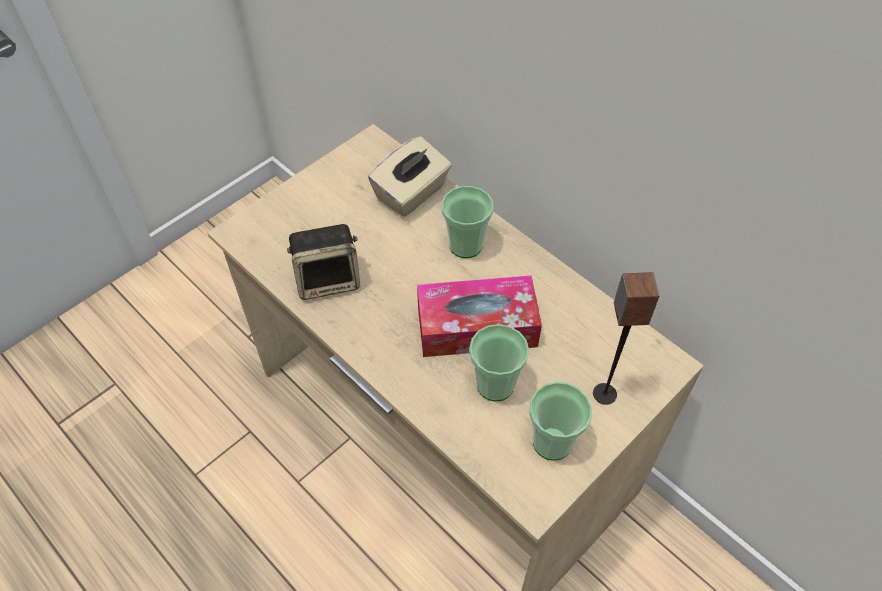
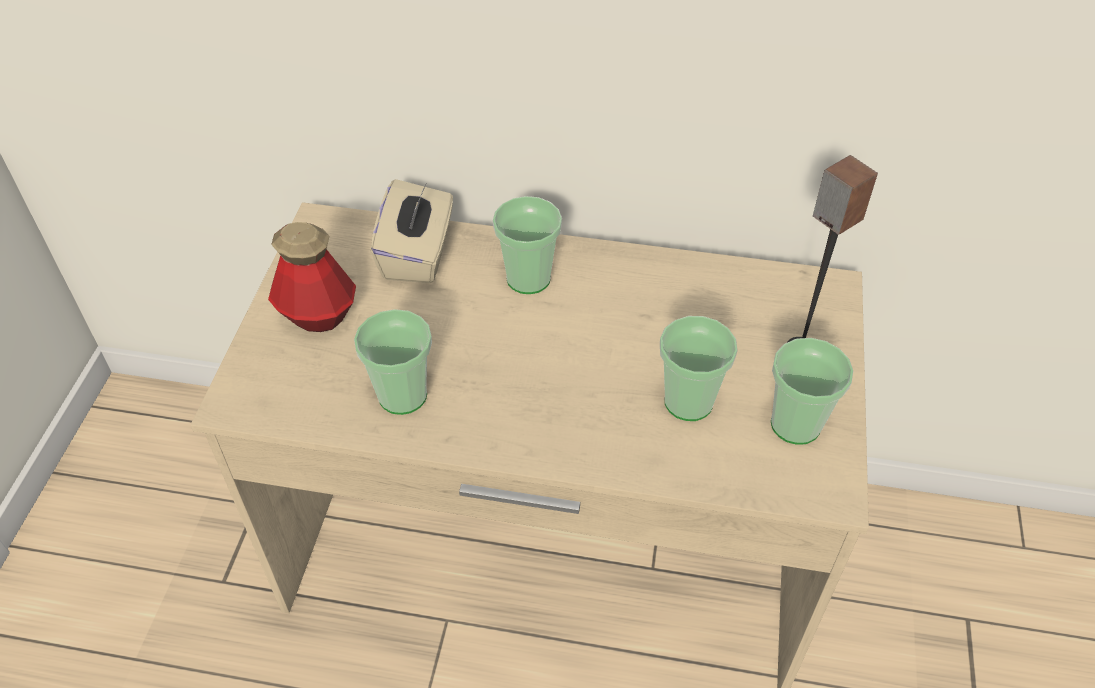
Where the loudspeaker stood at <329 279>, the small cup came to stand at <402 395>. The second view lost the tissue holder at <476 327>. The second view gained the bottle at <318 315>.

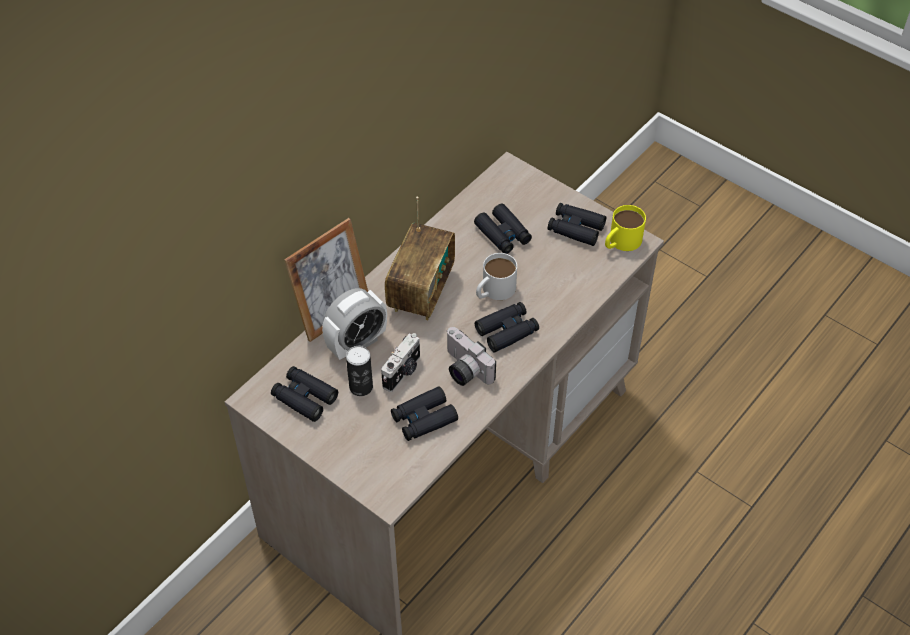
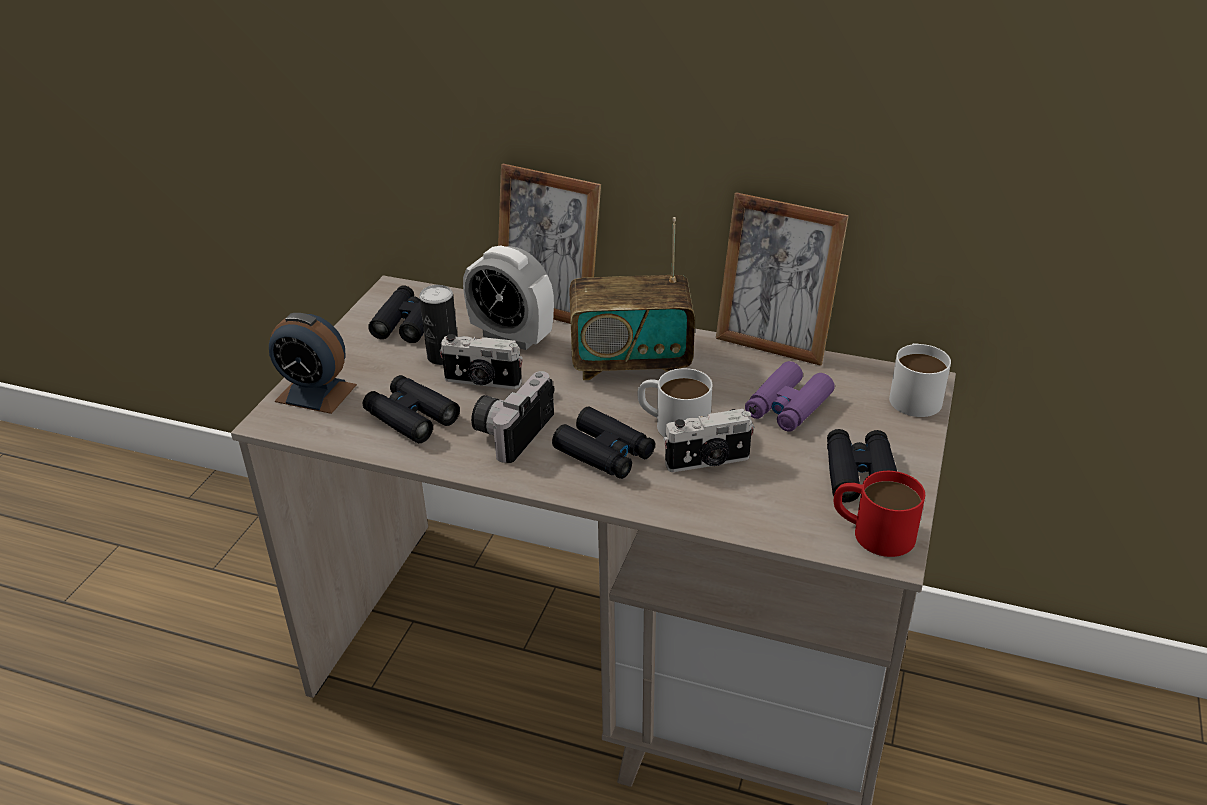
What was the black-coloured field glasses at <503 234> turned into the purple-coloured field glasses at <787 406>. What was the yellow-coloured mug at <620 242> turned into the red-coloured mug at <872 531>. The second view gained the bedside clock at <316 393>. The second view gained the photo camera at <708 462>. The second view gained the picture frame at <773 344>. The second view gained the white mug at <914 394>.

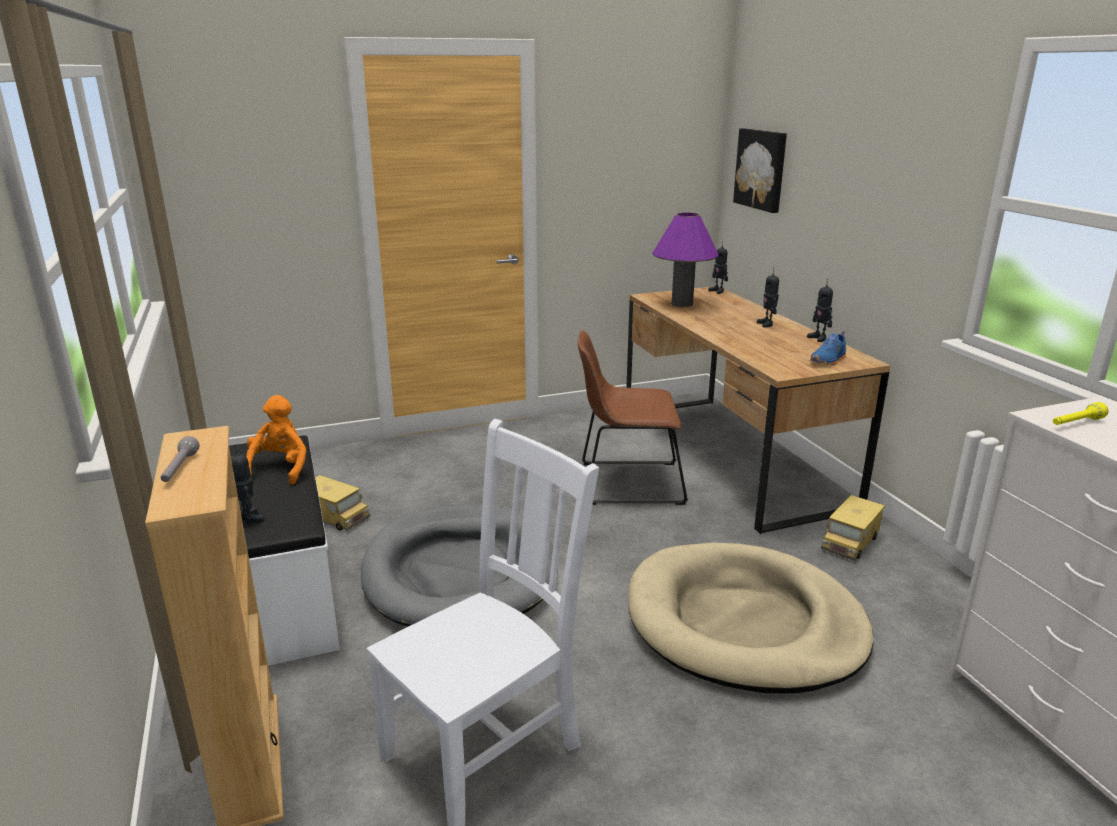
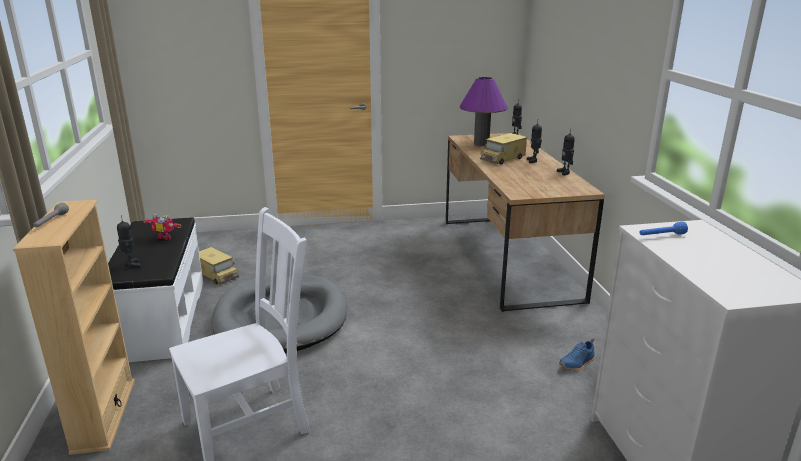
Where the orange-coloured plush toy stood at <280 469>, the model robot came to stand at <166 237>. The second view lost the brown-coloured upright chair at <626 483>. The second view lost the beige dog cushion at <744 623>. The second view lost the picture at <762 169>. The blue shoe ended up elsewhere, having gone from <829 360> to <577 363>. The toy truck ended up elsewhere, having gone from <850 542> to <503 159>. What was the yellow-coloured hand torch at <1076 423> turned into the blue hand torch at <661 236>.

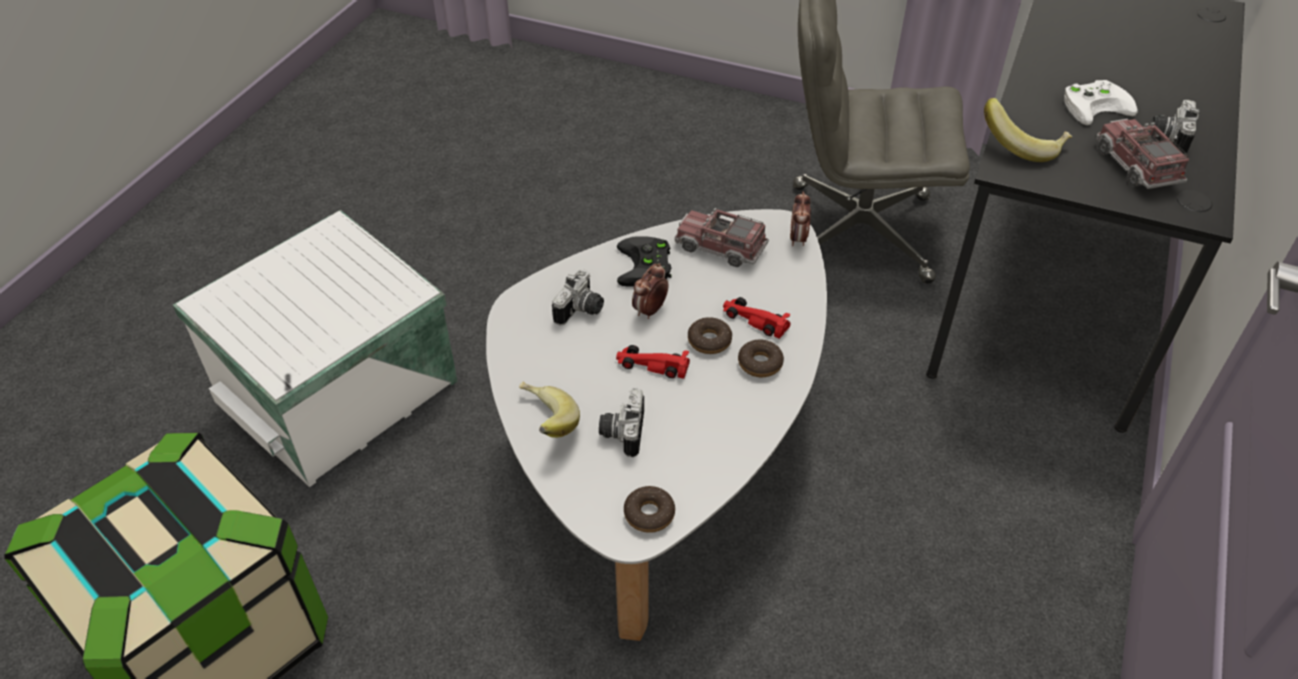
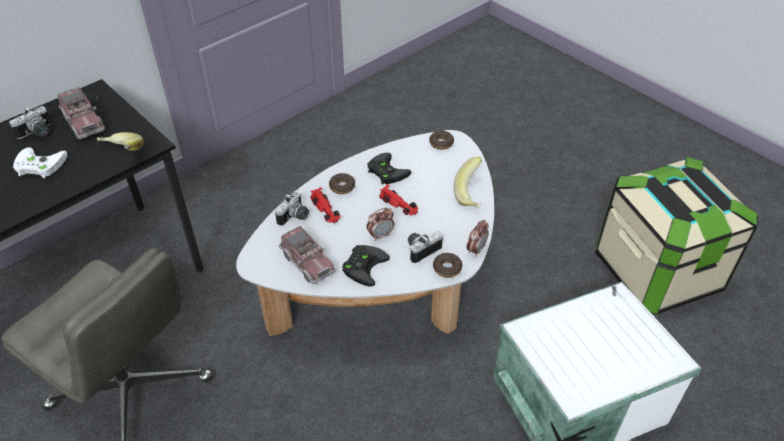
The photo camera ended up elsewhere, having gone from <621 432> to <295 217>. The donut ended up elsewhere, having gone from <709 341> to <447 268>. The bedside clock ended up elsewhere, having gone from <798 239> to <476 249>. The toy truck at <1136 166> ended up facing another way, 45 degrees counterclockwise from before. The second view gained the black-coloured game controller at <385 171>.

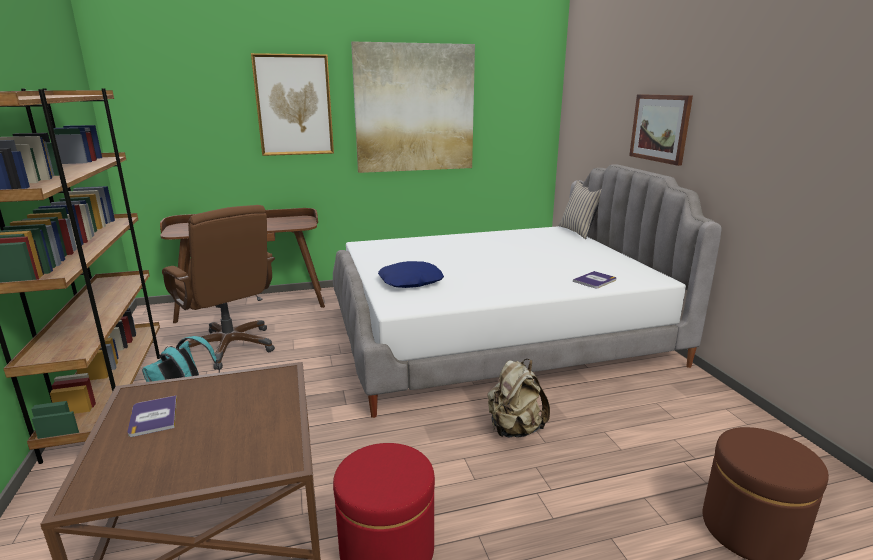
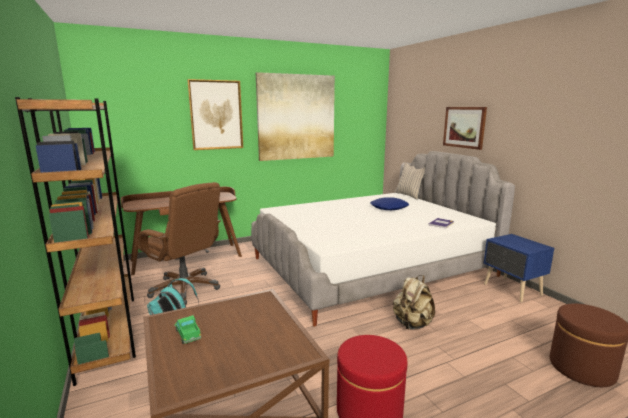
Where the bound book stood at <153 417>, the toy truck came to stand at <188 334>. The blue throw pillow ended up elsewhere, having gone from <410 281> to <389 208>. The second view gained the blue nightstand at <512 290>.

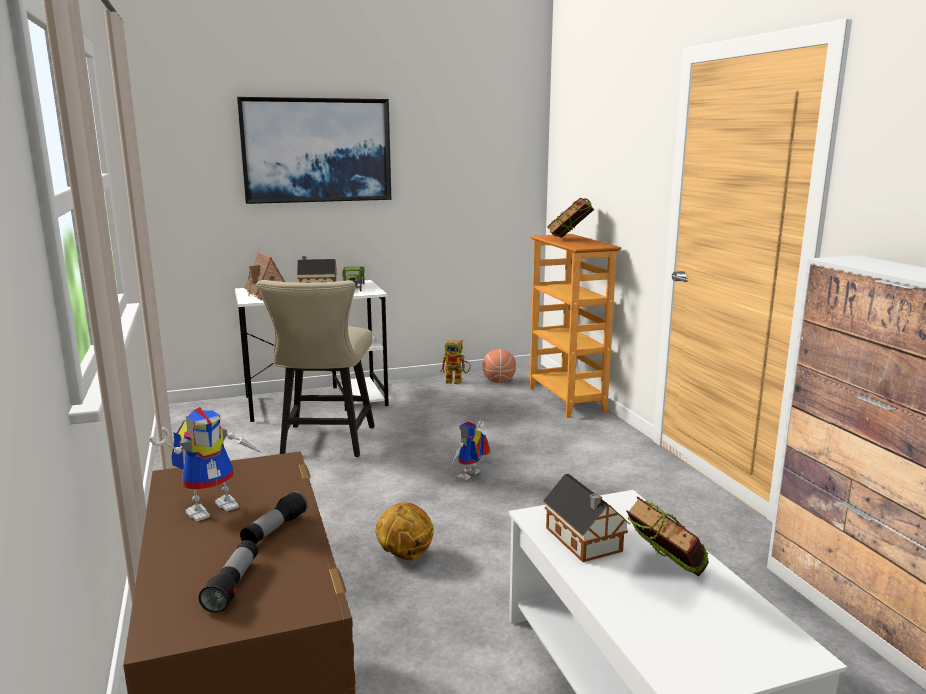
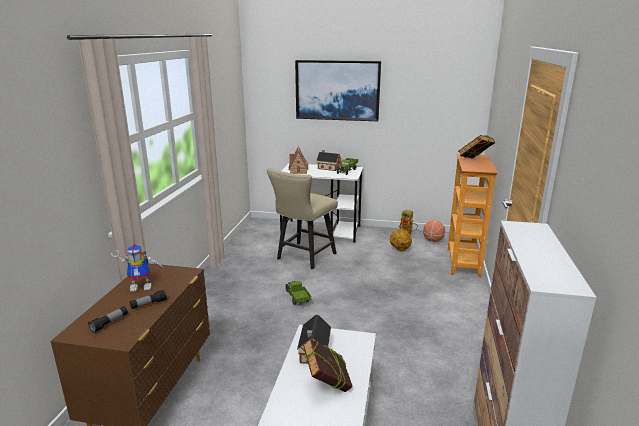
The ball for basketball ended up elsewhere, having gone from <404 555> to <400 249>. The second view lost the model robot at <470 477>. The second view gained the toy truck at <297 298>.

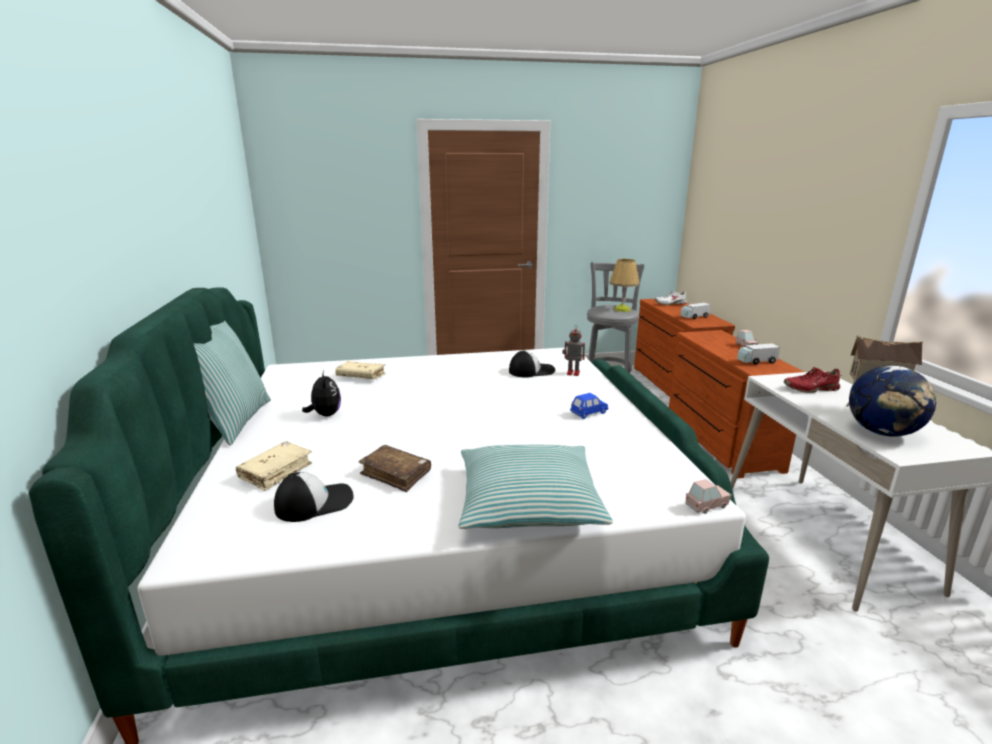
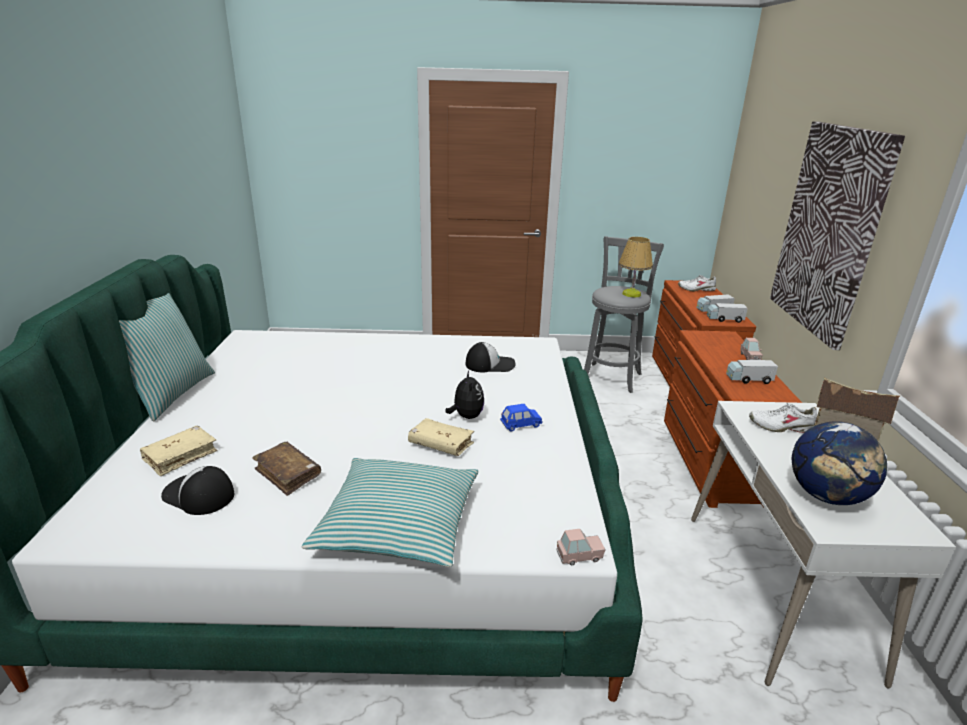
The baseball cap at <315 502> ended up facing another way, 135 degrees counterclockwise from before. The plush toy ended up elsewhere, having gone from <325 415> to <466 416>. The beige bound book ended up elsewhere, having gone from <361 376> to <441 444>. The second view lost the model robot at <572 373>. What was the red-coloured shoe at <810 389> turned into the white shoe at <781 426>. The second view gained the toy truck at <724 319>. The second view gained the picture at <829 231>.

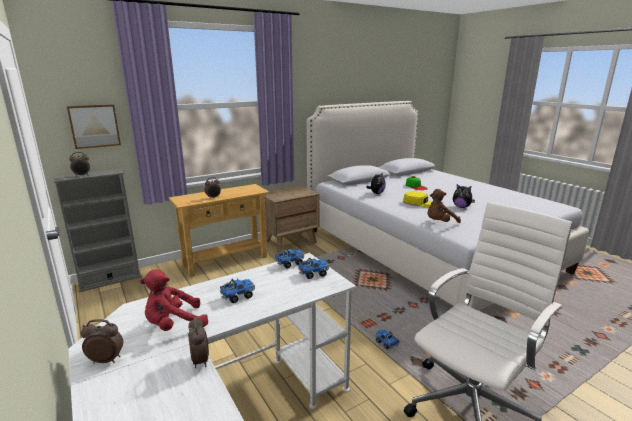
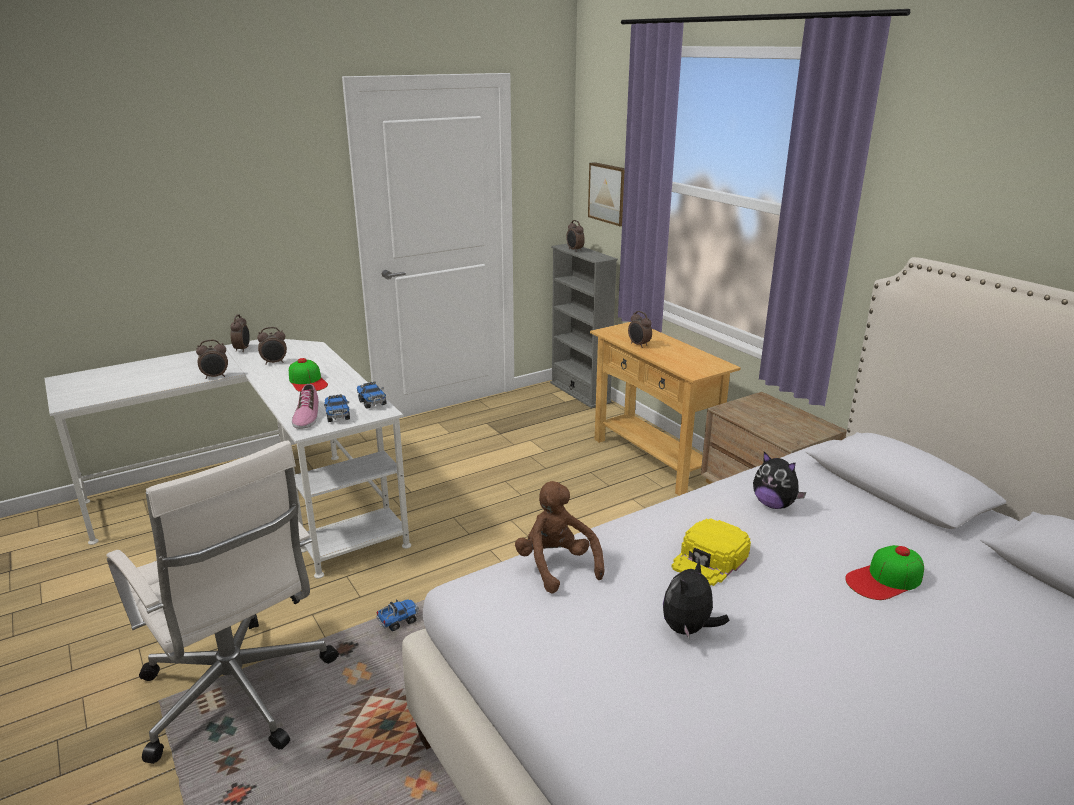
Where the red-coloured plush toy stood at <174 325>, the bedside clock came to stand at <274 363>. Where the toy truck stood at <238 296>, the baseball cap came to stand at <308 381>. The second view gained the shoe at <306 415>.

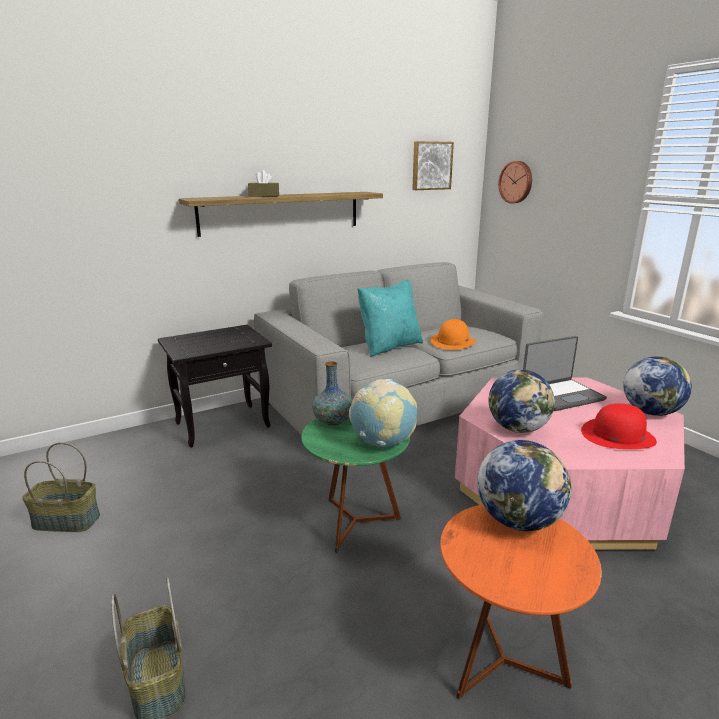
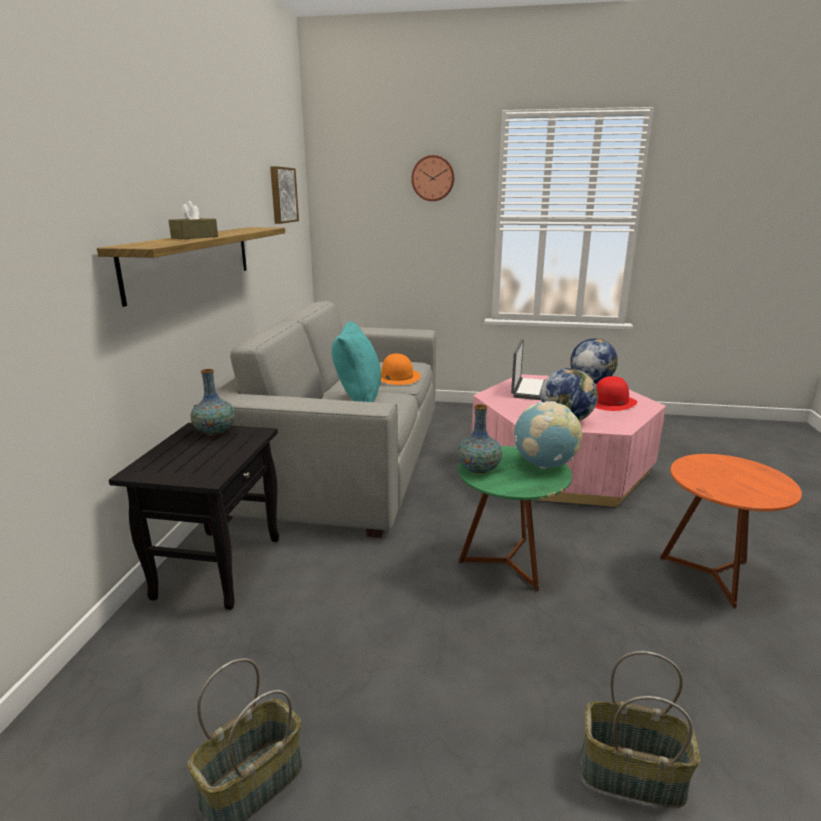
The second view lost the world globe at <518 520>. The hanging clock ended up elsewhere, having gone from <516 182> to <433 178>. The second view gained the decorative vase at <215 432>.

